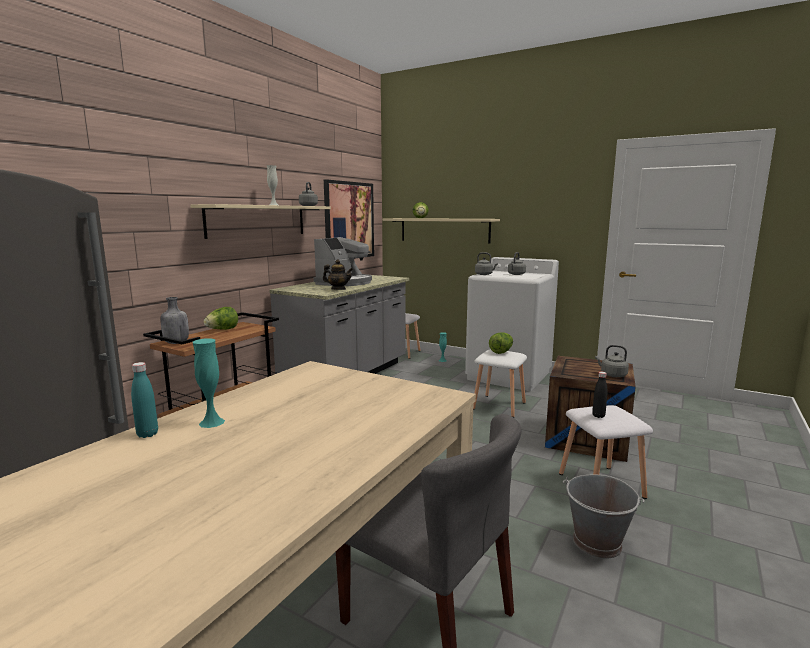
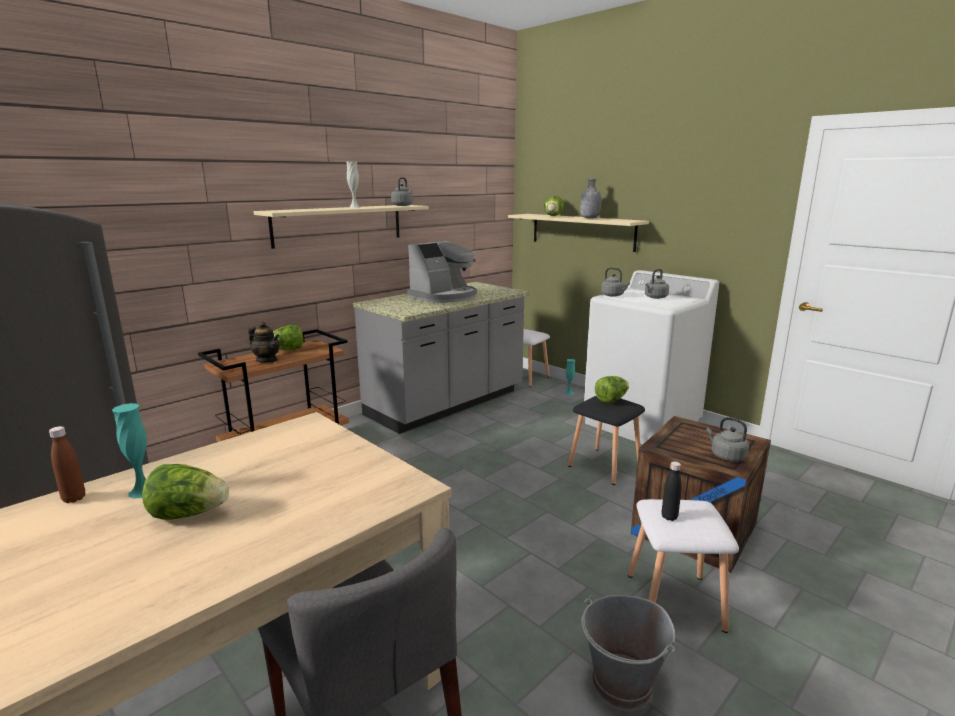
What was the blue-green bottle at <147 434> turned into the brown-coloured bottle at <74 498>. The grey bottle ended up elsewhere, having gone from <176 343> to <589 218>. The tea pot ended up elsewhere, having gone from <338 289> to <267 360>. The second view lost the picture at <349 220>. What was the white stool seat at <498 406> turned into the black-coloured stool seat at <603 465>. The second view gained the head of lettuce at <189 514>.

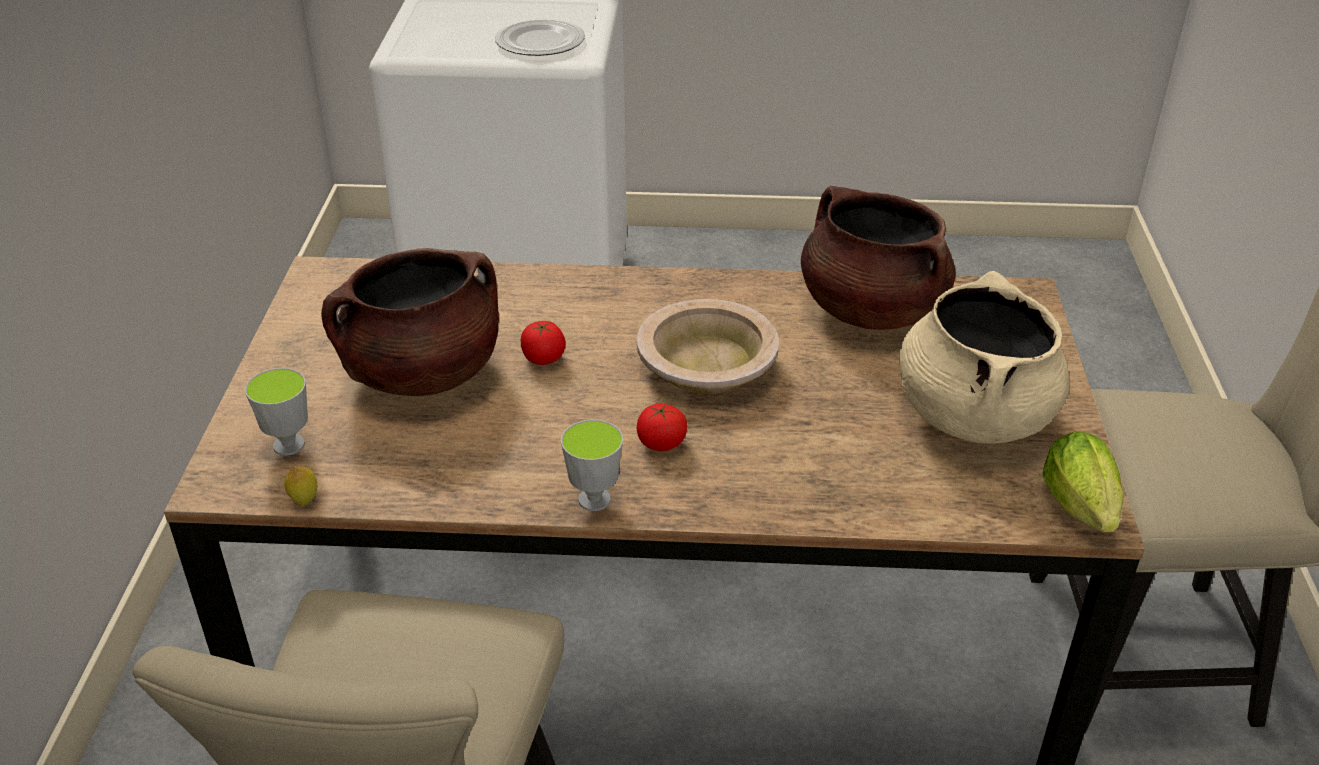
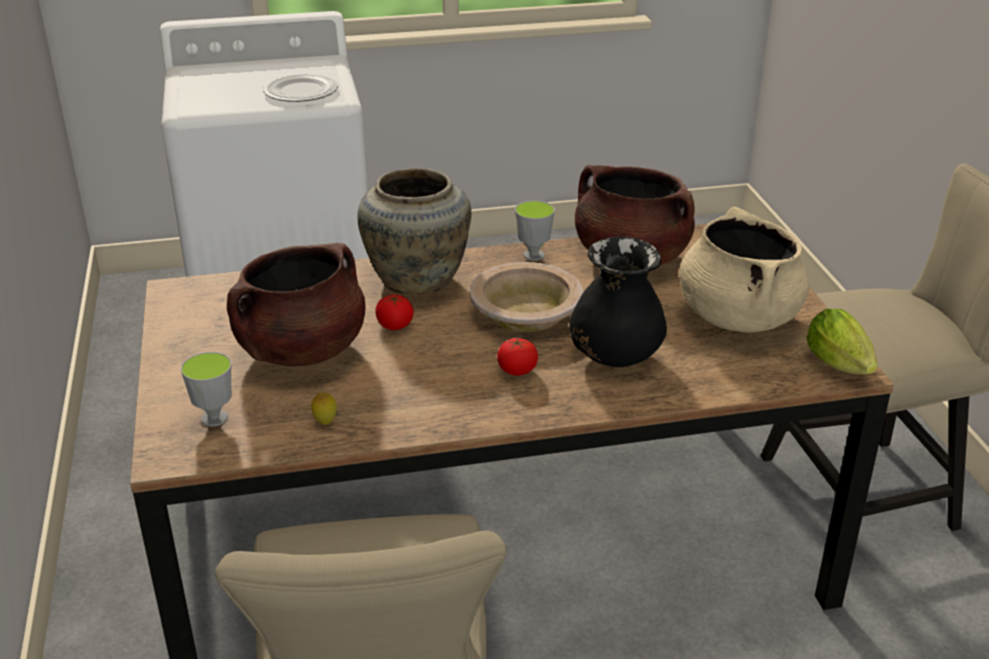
The lemon ended up elsewhere, having gone from <304 501> to <325 422>. The small cup ended up elsewhere, having gone from <594 500> to <533 255>. The second view gained the beige decorative vase at <418 279>. The second view gained the black-coloured decorative vase at <615 356>.

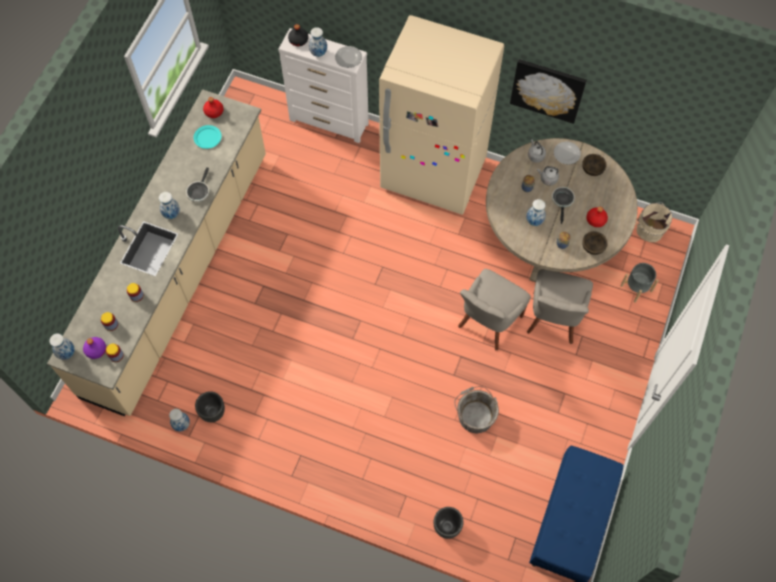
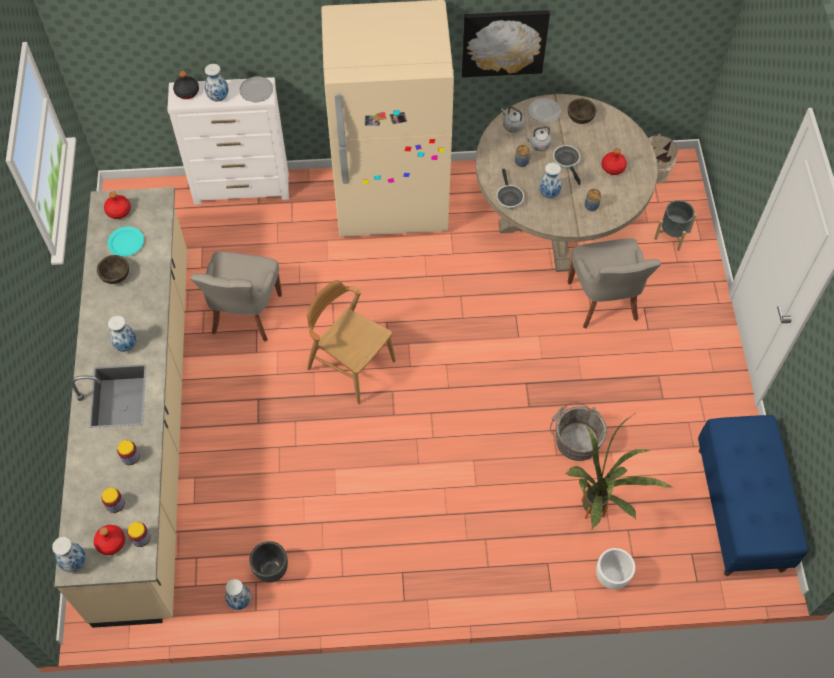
What was the purple-coloured bottle at <95 350> turned into the red-coloured bottle at <110 542>. The skillet ended up elsewhere, having gone from <199 191> to <508 197>. What was the black-coloured plant pot at <447 527> turned into the white plant pot at <611 576>. The grey upright chair ended up elsewhere, having gone from <488 322> to <245 315>. The brown-coloured deep dish ended up elsewhere, having gone from <592 247> to <115 276>. The second view gained the brown-coloured upright chair at <351 365>. The second view gained the plant in a pot at <591 516>.

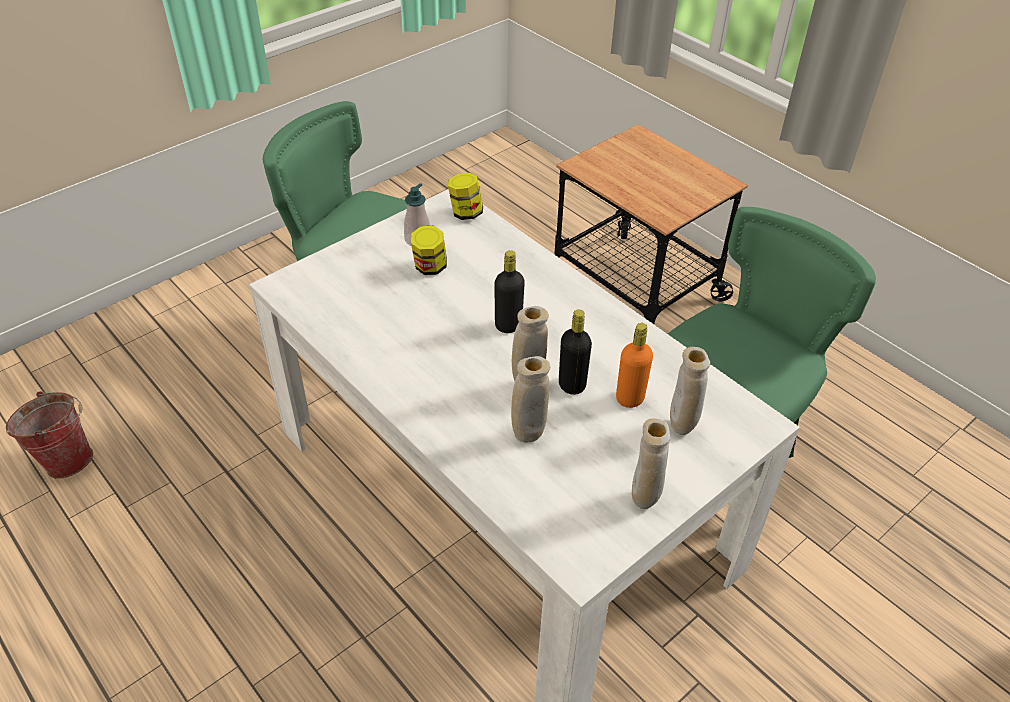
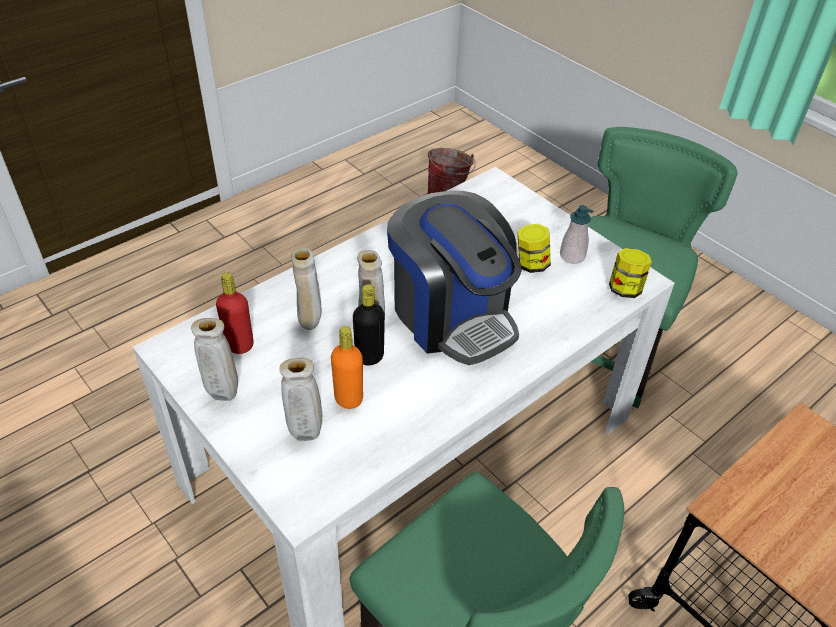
Where the black-coloured bottle stood at <508 325>, the coffee machine came to stand at <452 316>. The second view gained the red-coloured bottle at <239 345>.

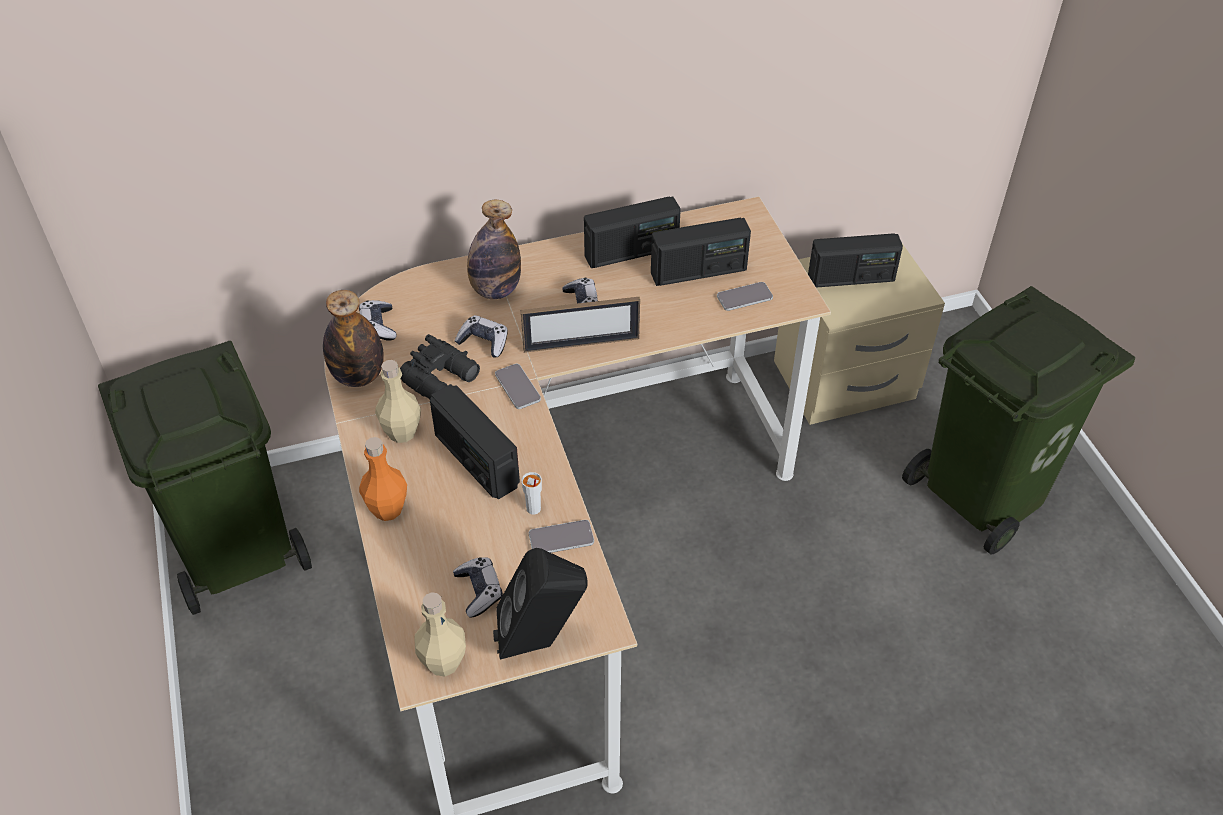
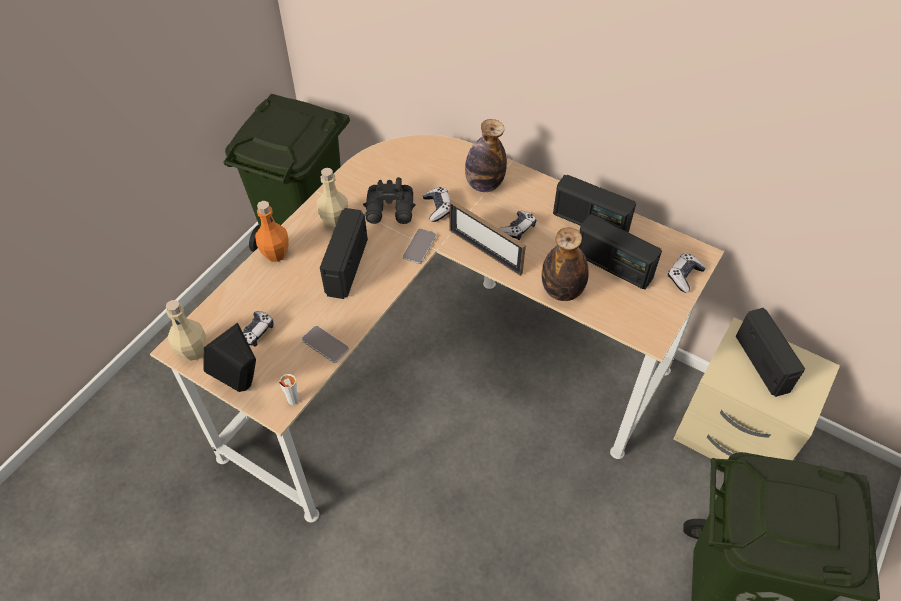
The bottle ended up elsewhere, having gone from <358 376> to <562 291>. The game controller ended up elsewhere, having gone from <378 326> to <684 276>. The white small cup ended up elsewhere, having gone from <533 509> to <293 400>. The second view lost the handset at <744 297>. The radio receiver at <851 278> ended up facing another way, 150 degrees counterclockwise from before.

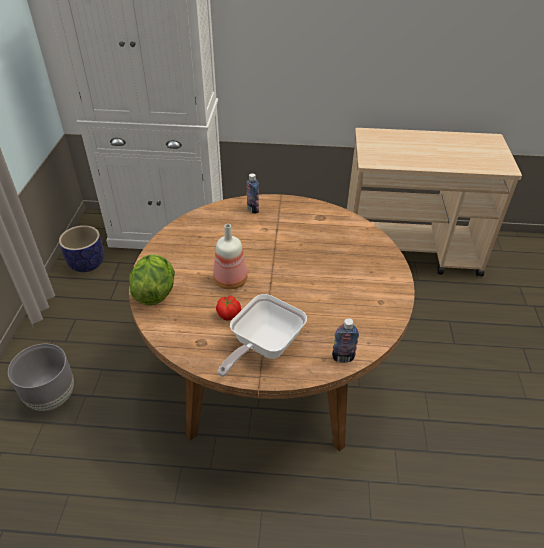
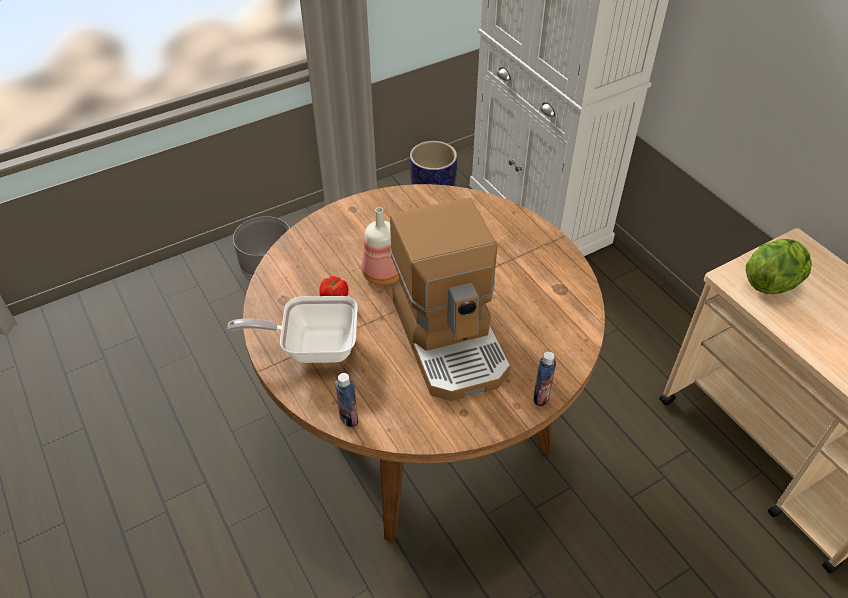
The head of lettuce ended up elsewhere, having gone from <155 292> to <772 282>. The bottle ended up elsewhere, having gone from <253 209> to <541 396>. The second view gained the coffee machine at <451 338>.

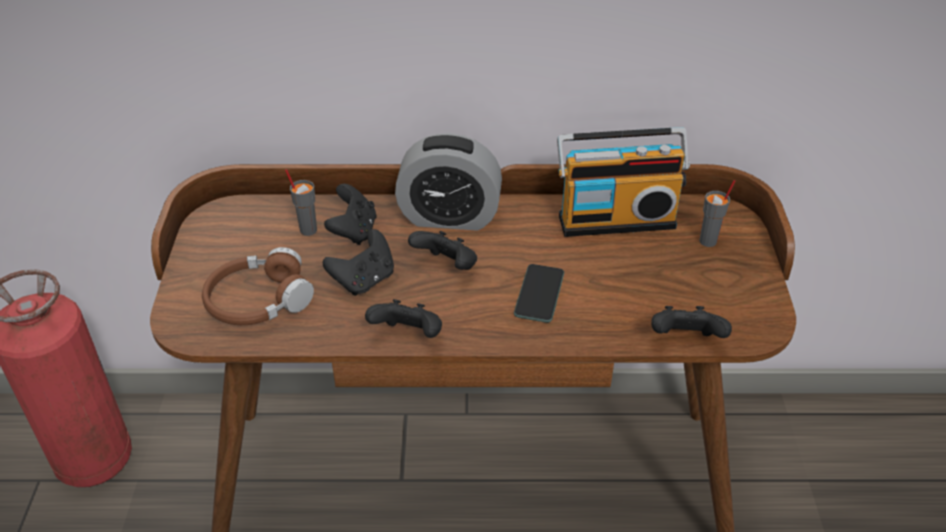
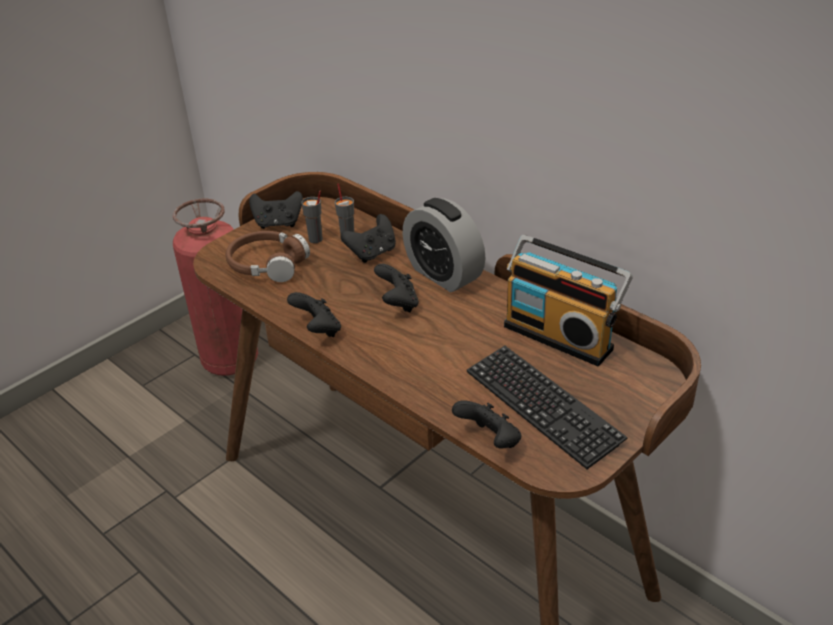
The black-coloured game controller ended up elsewhere, having gone from <364 280> to <278 224>. The second view lost the handset at <539 294>. The grey small cup ended up elsewhere, having gone from <708 241> to <316 239>. The second view gained the keyboard at <542 407>.

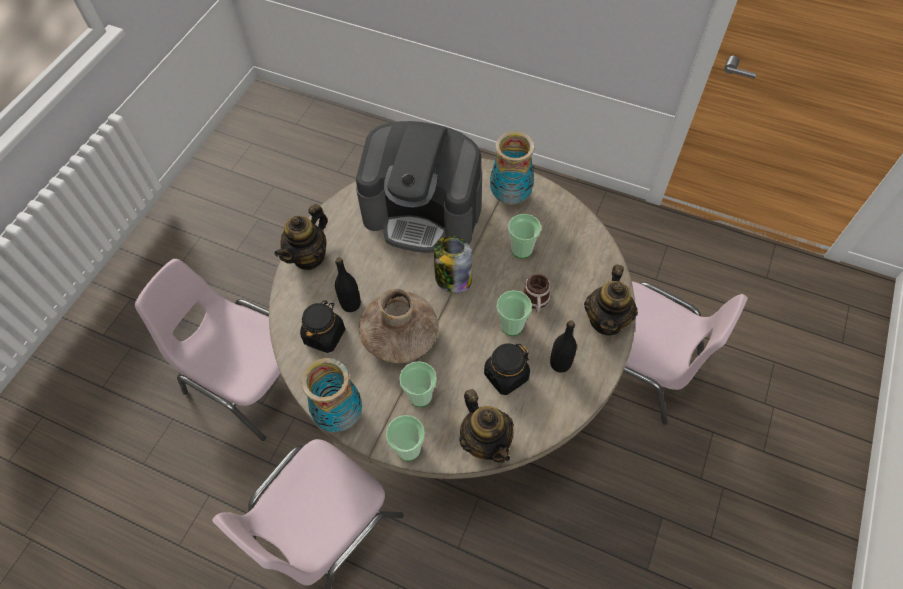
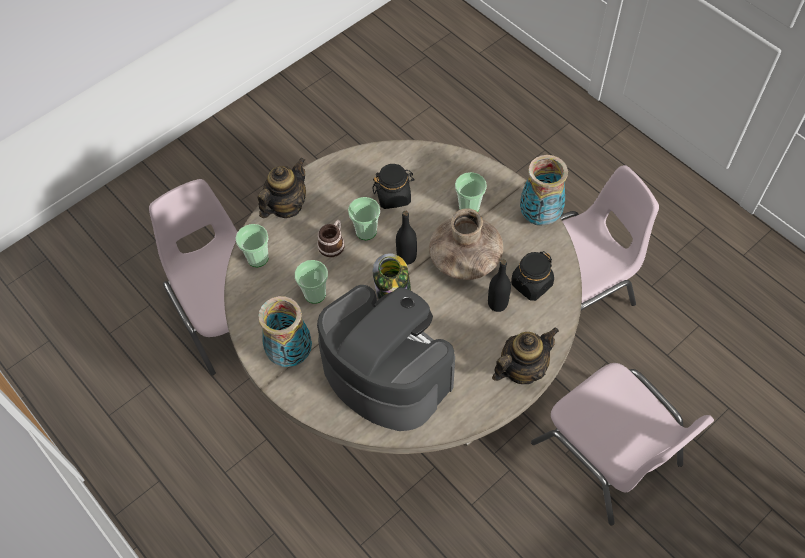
The small cup ended up elsewhere, having gone from <408 449> to <257 258>. The second view lost the tea pot at <486 441>. The black-coloured bottle ended up elsewhere, having gone from <560 363> to <406 257>.

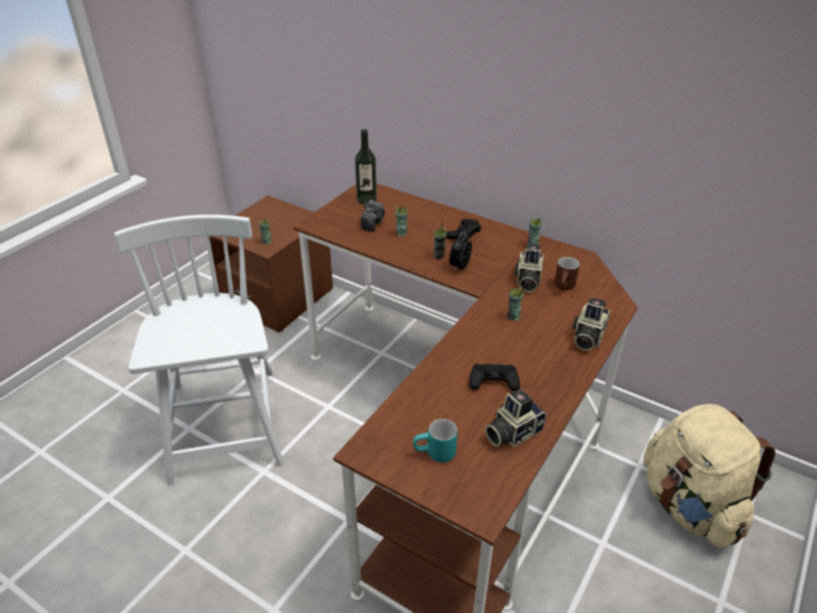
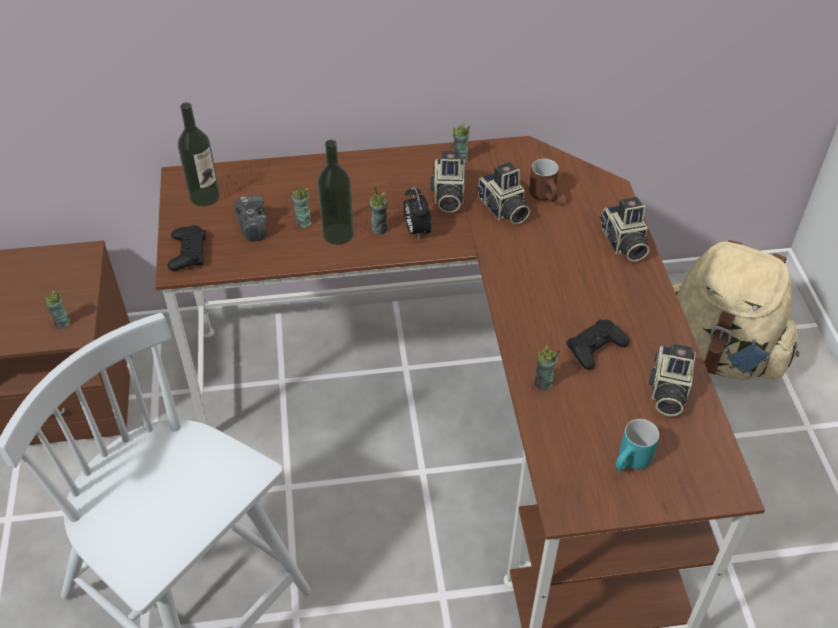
The black-coloured game controller ended up elsewhere, having gone from <463 234> to <188 252>. The small cup ended up elsewhere, having gone from <513 317> to <543 384>. The second view gained the bottle at <338 234>. The second view gained the photo camera at <447 196>.

